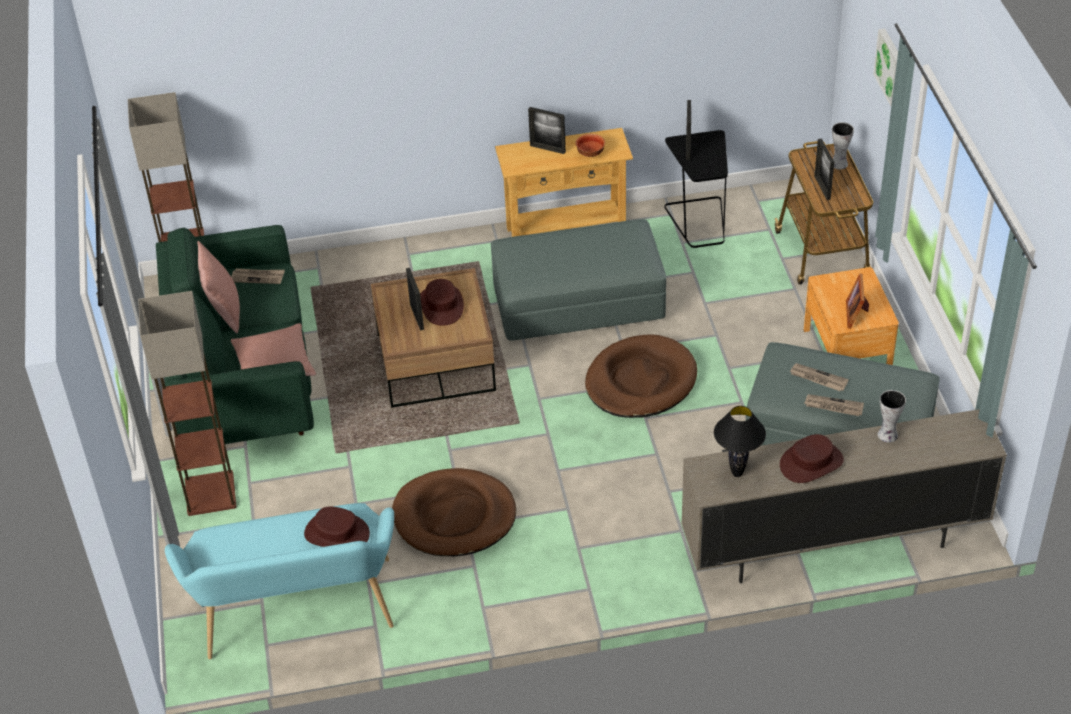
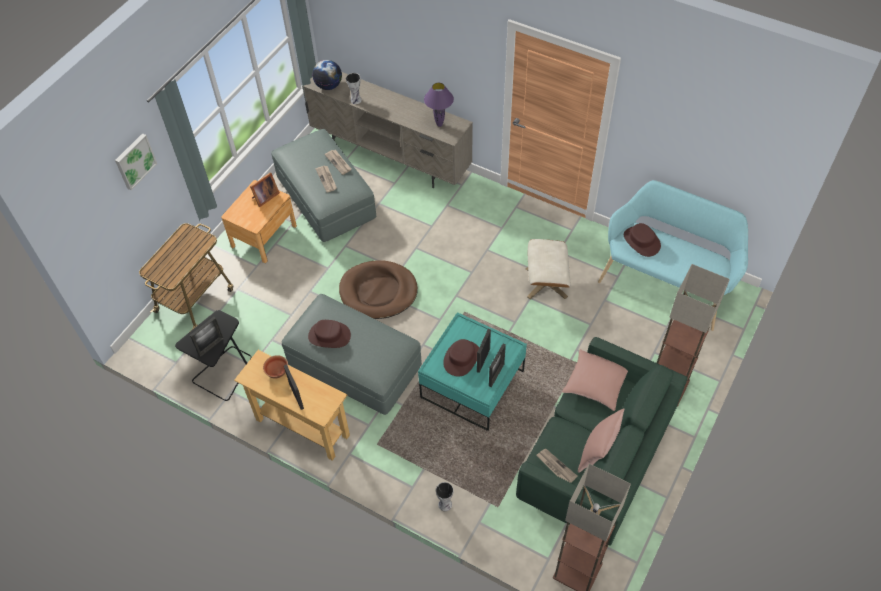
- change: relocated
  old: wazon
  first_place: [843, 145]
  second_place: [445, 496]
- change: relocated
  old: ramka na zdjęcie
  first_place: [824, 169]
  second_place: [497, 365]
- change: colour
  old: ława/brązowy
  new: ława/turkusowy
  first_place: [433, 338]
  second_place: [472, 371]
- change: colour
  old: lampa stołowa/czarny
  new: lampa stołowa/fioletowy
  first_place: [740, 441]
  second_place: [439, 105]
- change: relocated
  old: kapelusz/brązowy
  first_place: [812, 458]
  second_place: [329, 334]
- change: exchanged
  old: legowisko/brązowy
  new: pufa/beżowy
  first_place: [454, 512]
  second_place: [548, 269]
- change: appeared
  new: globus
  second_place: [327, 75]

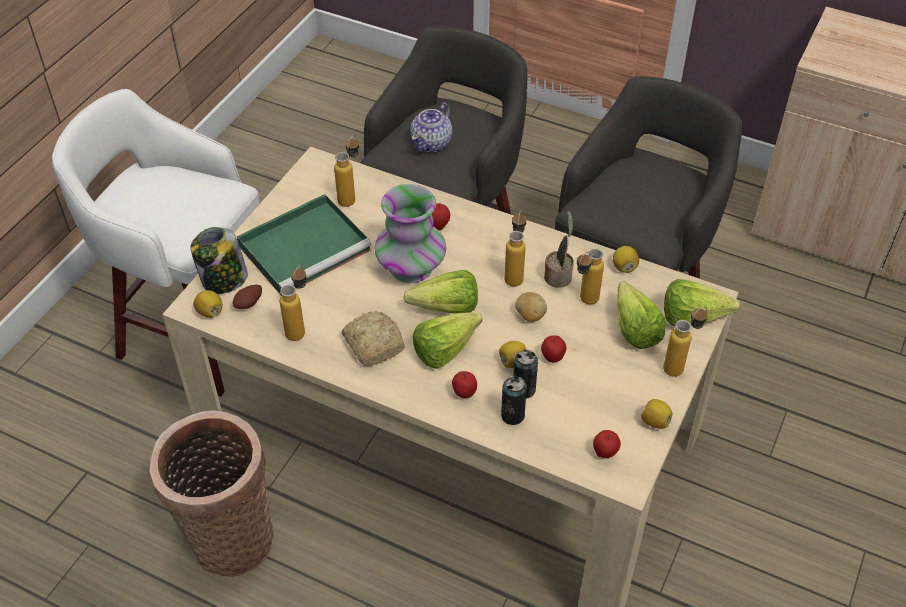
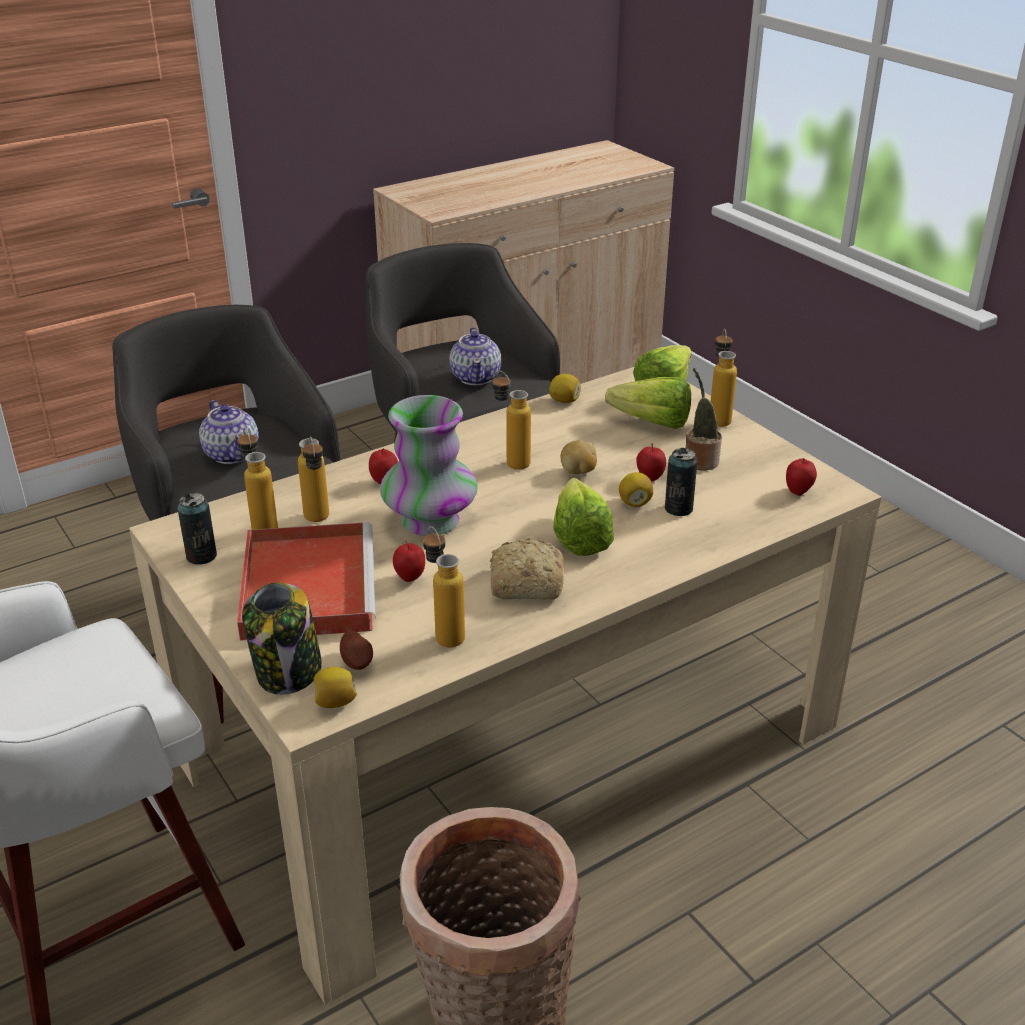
- change: colour
  old: taca/zielony
  new: taca/czerwony
  first_place: [304, 245]
  second_place: [306, 581]
- change: relocated
  old: roślina doniczkowa
  first_place: [559, 249]
  second_place: [704, 419]
- change: relocated
  old: butelka
  first_place: [590, 276]
  second_place: [313, 479]
- change: missing
  old: sałata
  first_place: [440, 291]
- change: relocated
  old: jabłko
  first_place: [464, 384]
  second_place: [409, 561]
- change: relocated
  old: puszka
  first_place: [514, 400]
  second_place: [197, 528]
- change: missing
  old: cytryna
  first_place: [656, 414]
- change: appeared
  new: imbryk
  second_place: [475, 356]

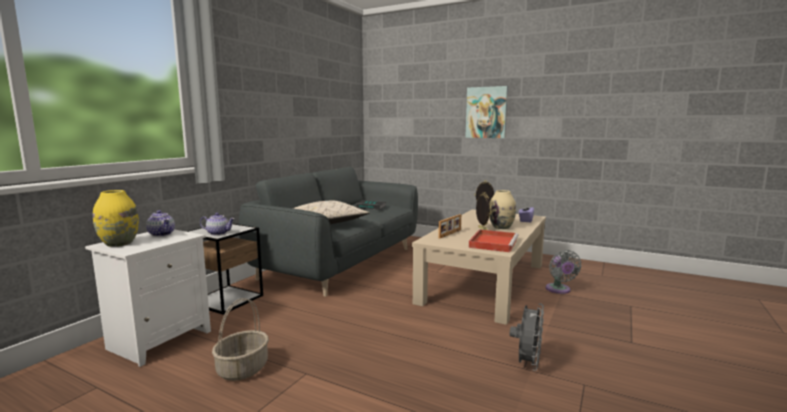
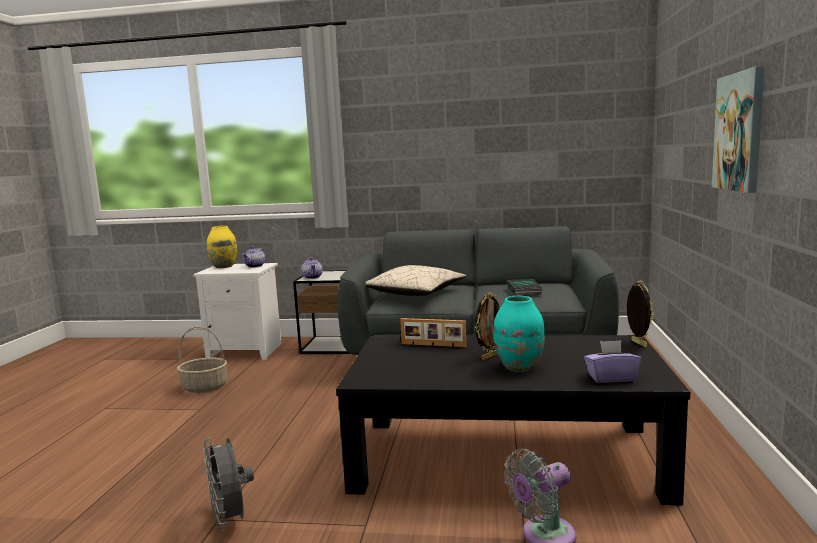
- change: colour
  old: wazon/beżowy
  new: wazon/turkusowy
  first_place: [503, 209]
  second_place: [519, 334]
- change: colour
  old: ława/beżowy
  new: ława/czarny
  first_place: [479, 267]
  second_place: [513, 420]
- change: missing
  old: taca/czerwony
  first_place: [494, 240]
- change: spun
  old: wentylator/szary
  first_place: [527, 337]
  second_place: [228, 484]
  degrees: 60

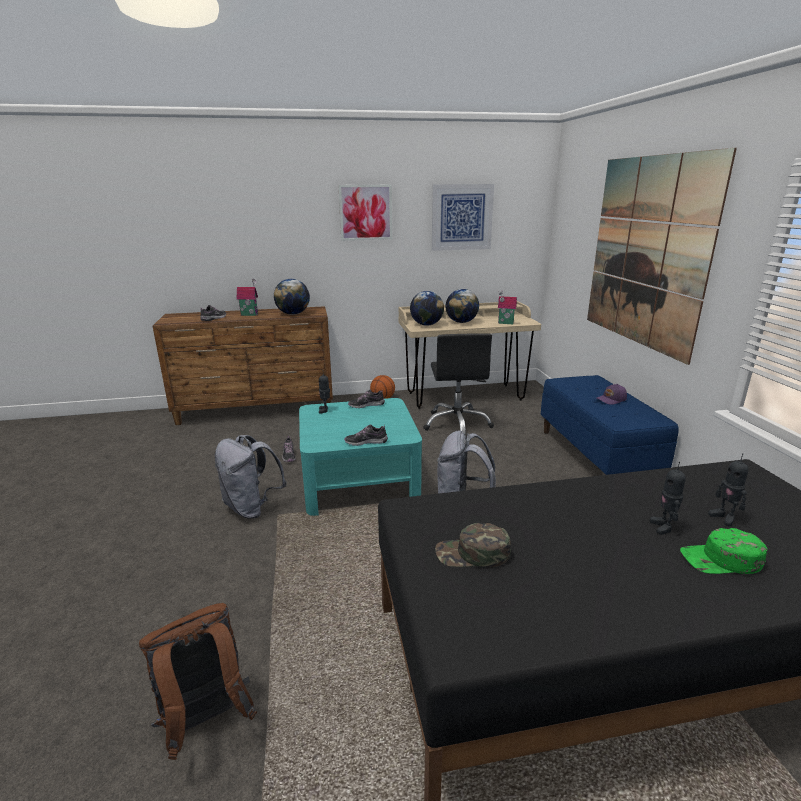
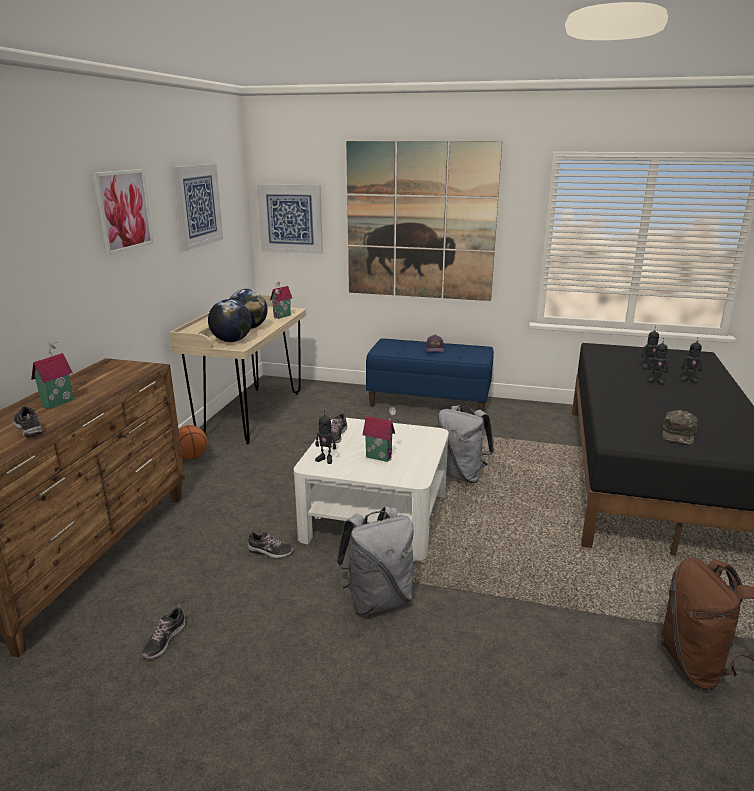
- change: missing
  old: globus
  first_place: [292, 297]
- change: missing
  old: krzesło biurowe/czarny
  first_place: [458, 384]
- change: colour
  old: ława/turkusowy
  new: ława/biały
  first_place: [360, 457]
  second_place: [371, 489]
- change: relocated
  old: but
  first_place: [366, 435]
  second_place: [164, 631]
- change: exchanged
  old: czapka z daszkiem/zielony
  new: robot zabawkowy
  first_place: [723, 551]
  second_place: [691, 361]
- change: appeared
  new: obraz
  second_place: [290, 219]
- change: appeared
  new: domek
  second_place: [379, 434]

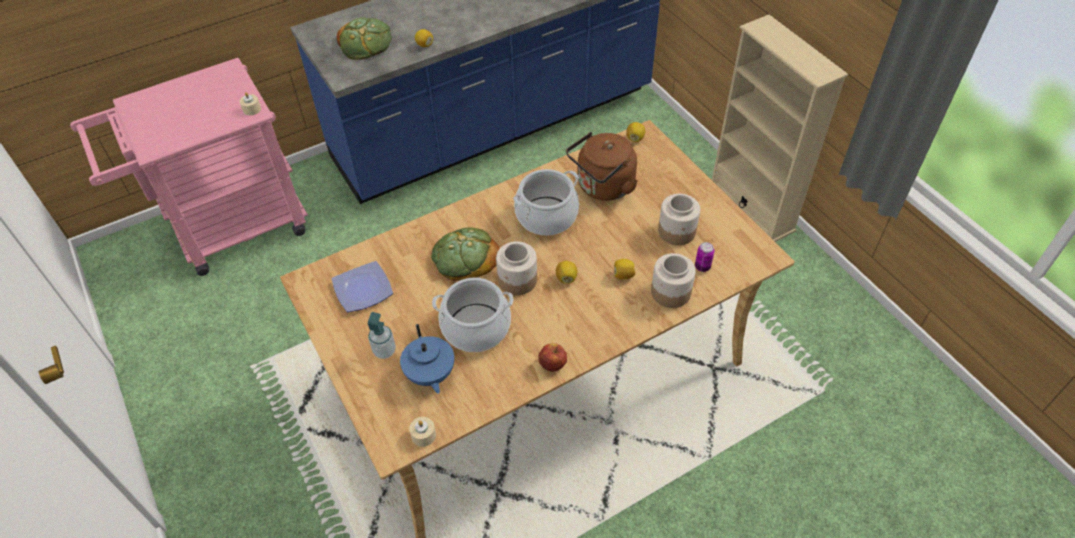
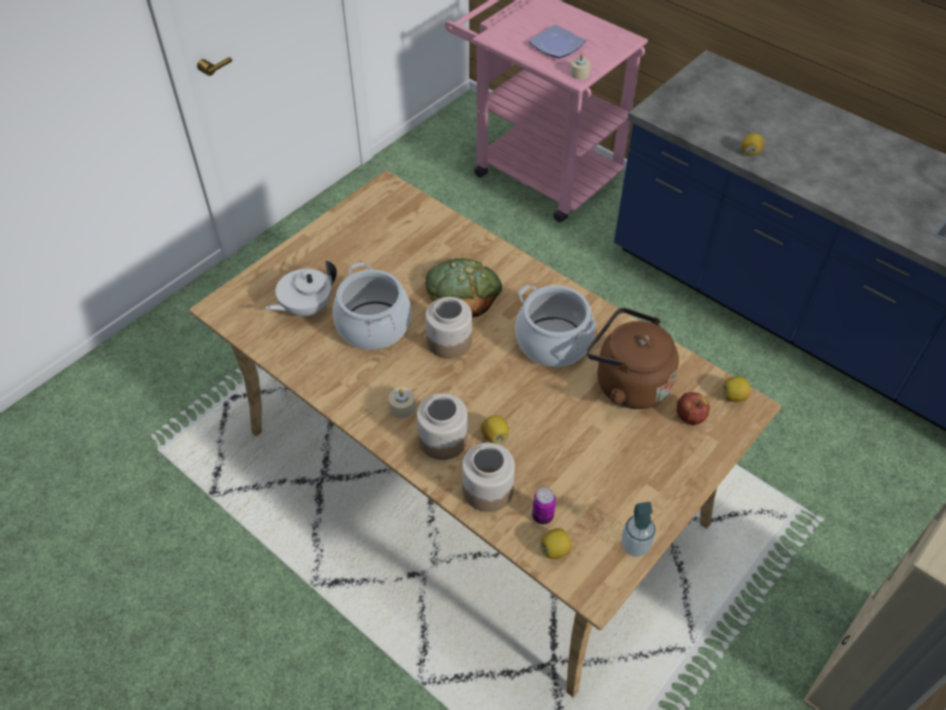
- change: missing
  old: chleb
  first_place: [364, 38]
- change: relocated
  old: słoik
  first_place: [679, 219]
  second_place: [442, 426]
- change: relocated
  old: talerz
  first_place: [362, 286]
  second_place: [557, 41]
- change: relocated
  old: cytryna
  first_place: [566, 272]
  second_place: [556, 543]
- change: relocated
  old: dozownik mydła
  first_place: [382, 335]
  second_place: [638, 529]
- change: colour
  old: imbryk/niebieski
  new: imbryk/biały
  first_place: [427, 359]
  second_place: [301, 288]
- change: relocated
  old: jabłko
  first_place: [552, 357]
  second_place: [693, 408]
- change: relocated
  old: świeca/beżowy
  first_place: [422, 432]
  second_place: [402, 402]

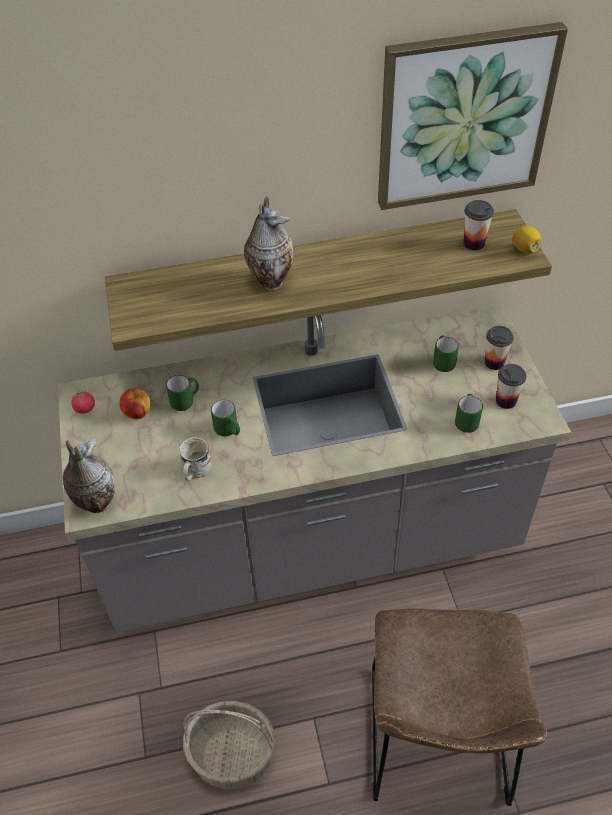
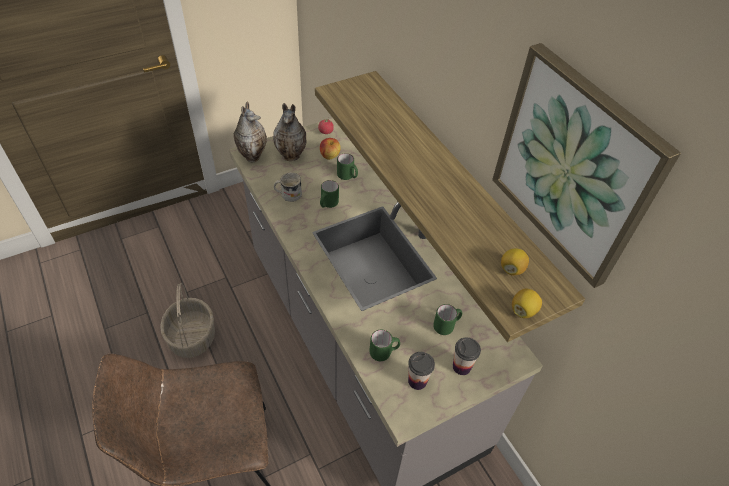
- change: relocated
  old: wazon
  first_place: [269, 243]
  second_place: [289, 132]
- change: exchanged
  old: filiżanka
  new: cytryna
  first_place: [478, 225]
  second_place: [515, 262]

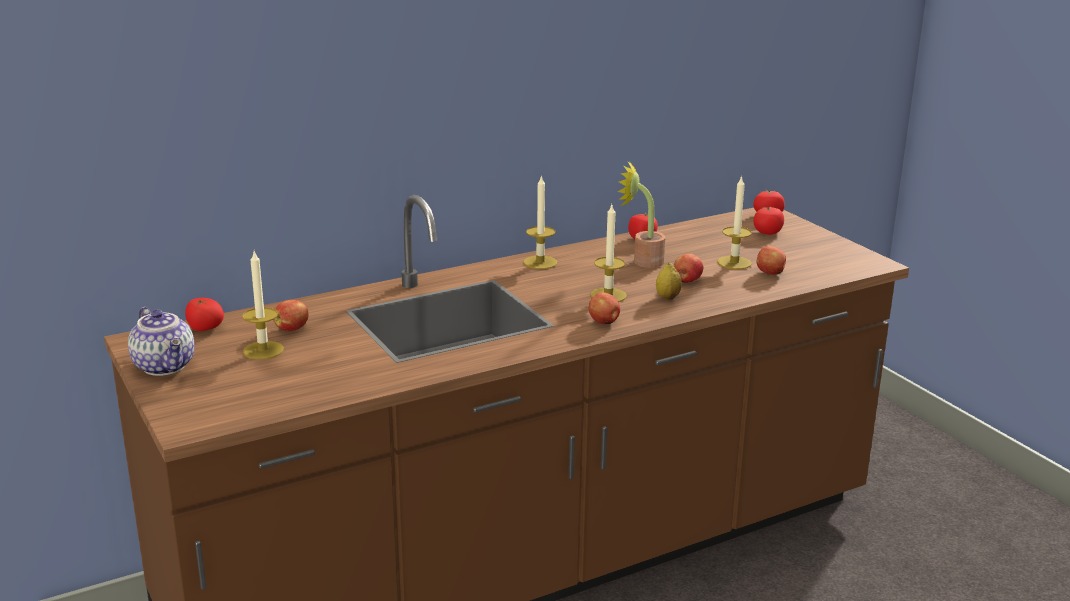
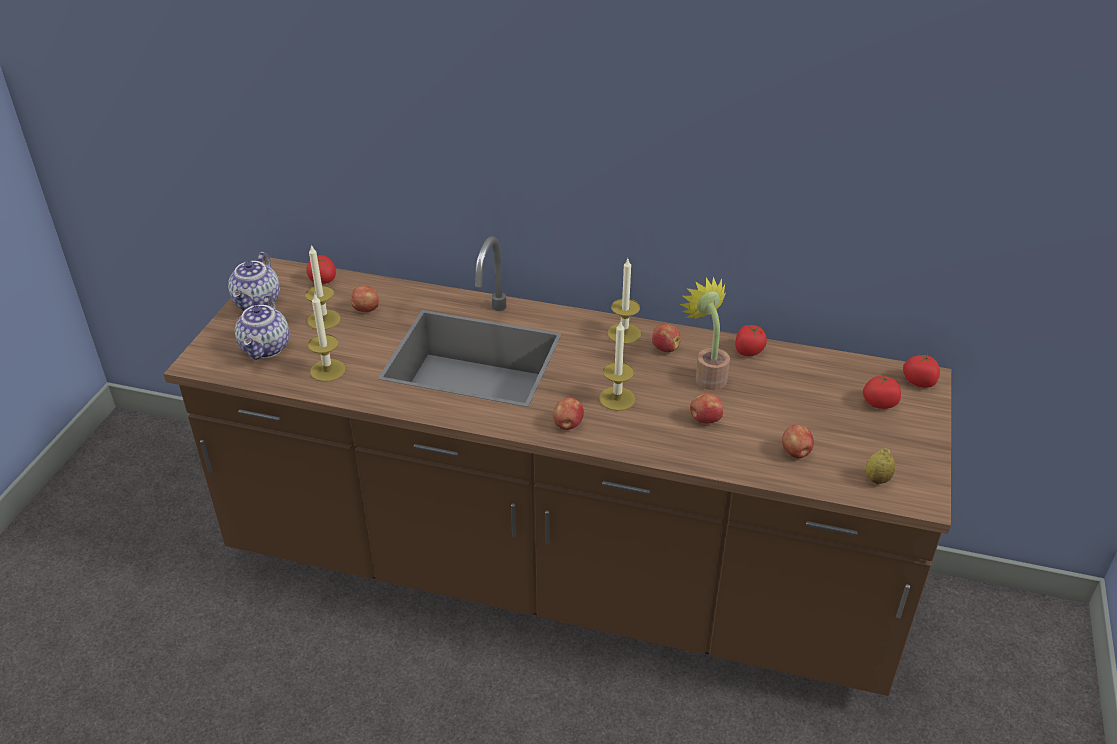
- change: relocated
  old: świeca
  first_place: [734, 222]
  second_place: [327, 337]
- change: relocated
  old: cytryna
  first_place: [669, 281]
  second_place: [880, 466]
- change: appeared
  new: imbryk
  second_place: [262, 327]
- change: appeared
  new: jabłko
  second_place: [666, 338]

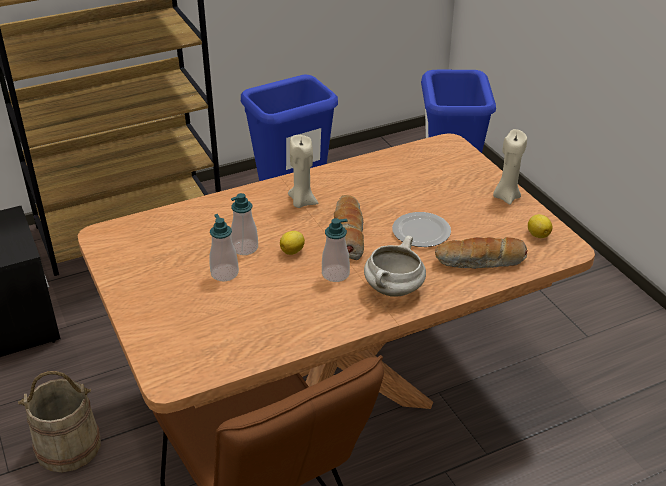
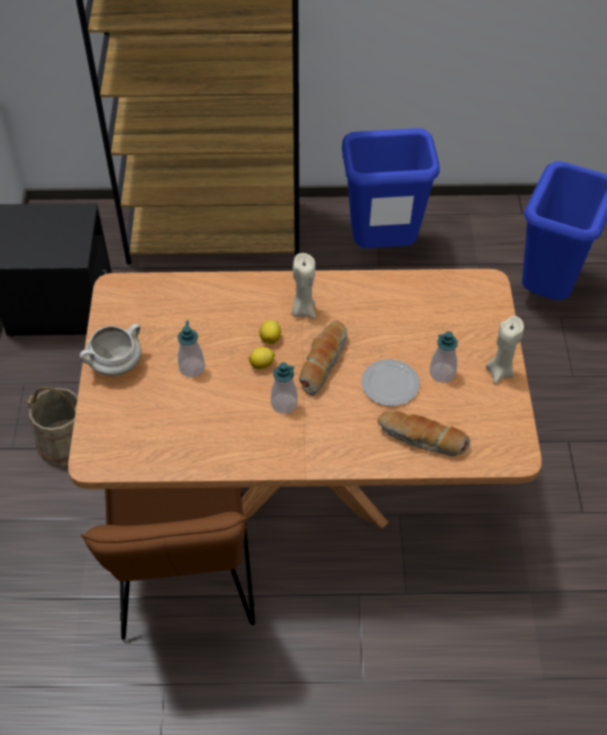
- change: relocated
  old: dozownik mydła
  first_place: [244, 224]
  second_place: [444, 356]
- change: relocated
  old: cytryna
  first_place: [540, 226]
  second_place: [270, 332]
- change: relocated
  old: garnek/biały
  first_place: [395, 266]
  second_place: [110, 349]

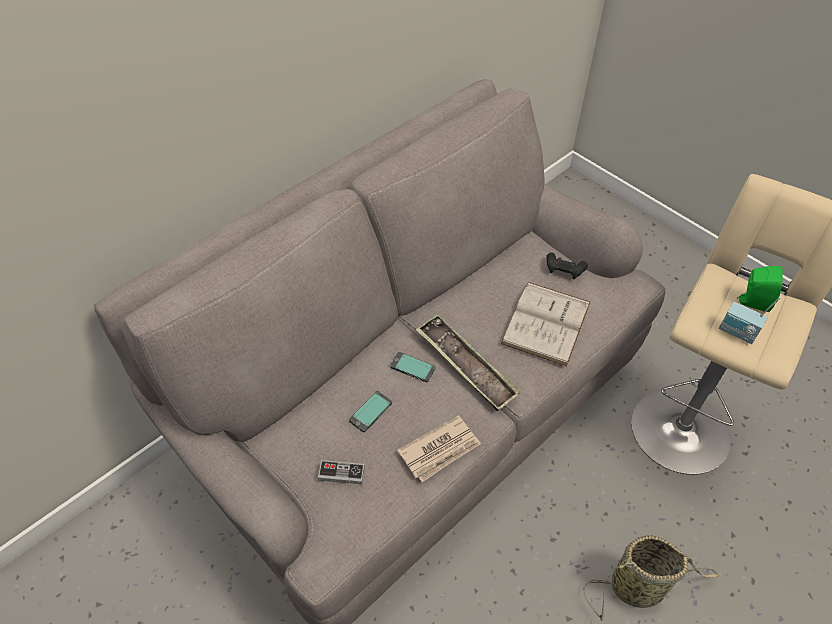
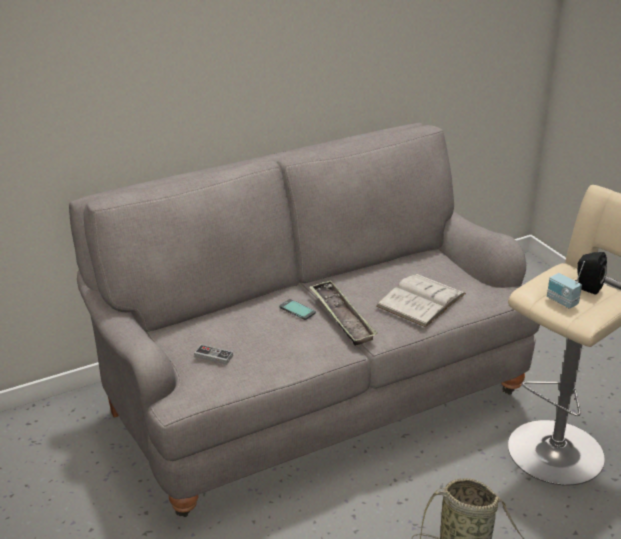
- change: missing
  old: pad do gier/czarny
  first_place: [567, 266]
- change: colour
  old: głośnik/zielony
  new: głośnik/czarny
  first_place: [760, 289]
  second_place: [591, 273]
- change: missing
  old: telefon
  first_place: [370, 411]
- change: missing
  old: gazeta
  first_place: [439, 448]

